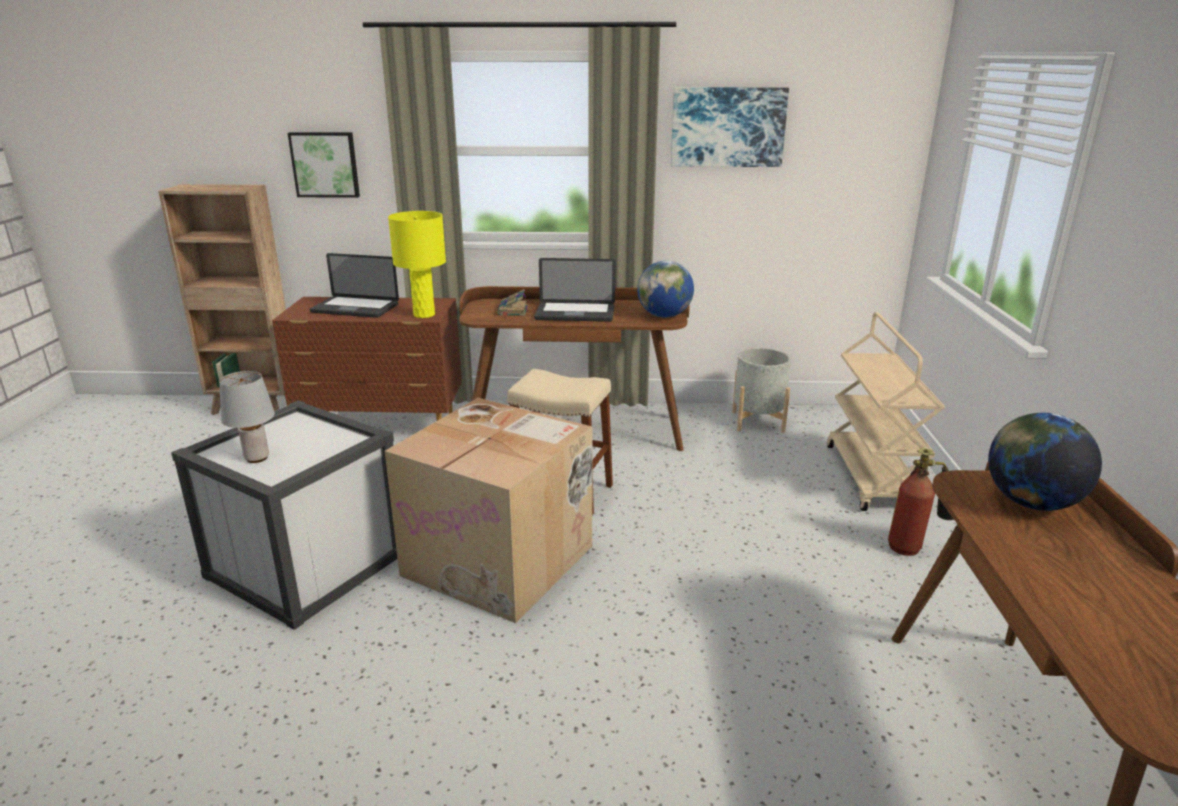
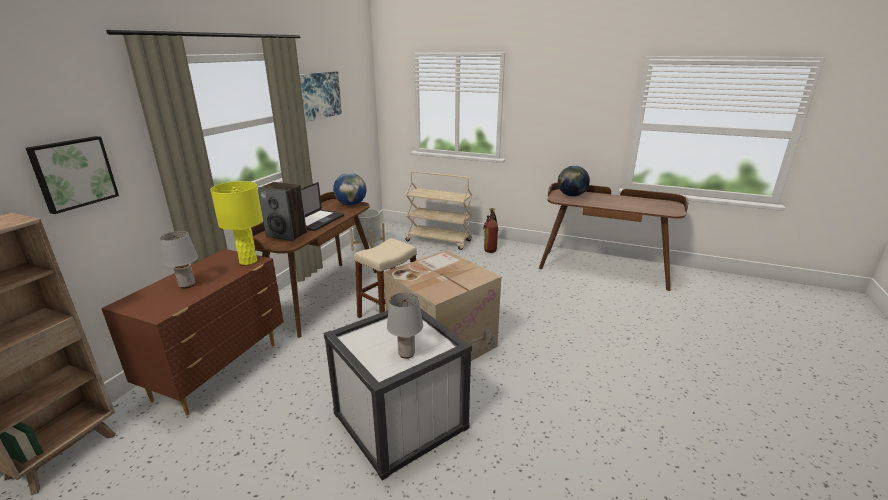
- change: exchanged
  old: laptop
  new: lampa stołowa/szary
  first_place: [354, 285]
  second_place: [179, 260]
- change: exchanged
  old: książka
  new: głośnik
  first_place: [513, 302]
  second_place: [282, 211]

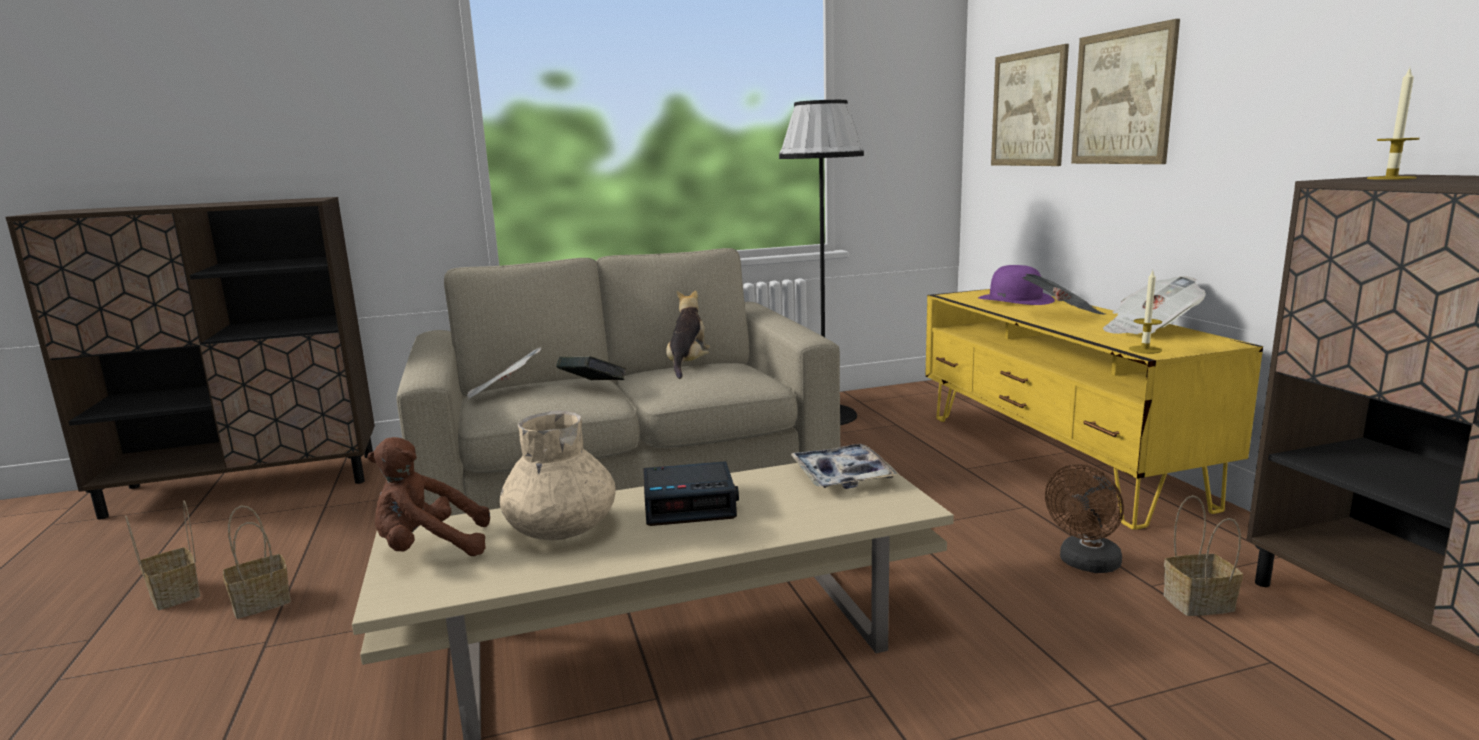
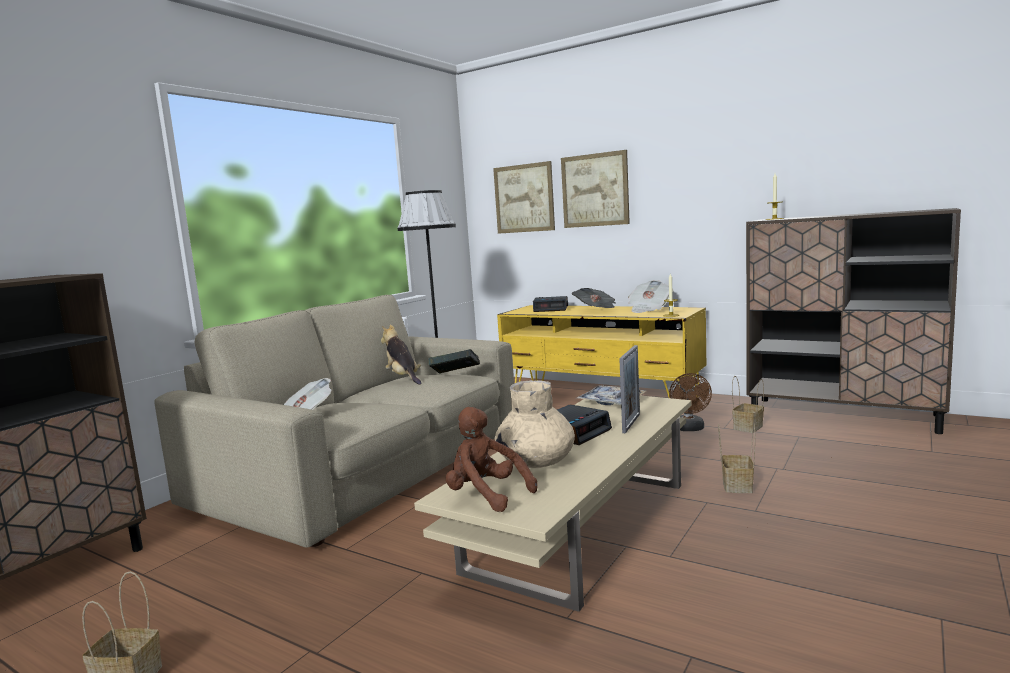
- change: exchanged
  old: kapelusz/fioletowy
  new: budzik
  first_place: [1016, 285]
  second_place: [550, 304]
- change: relocated
  old: książka
  first_place: [591, 368]
  second_place: [454, 361]
- change: spun
  old: pluszak/brązowy
  first_place: [428, 496]
  second_place: [492, 459]
  degrees: 90
- change: relocated
  old: koszyk
  first_place: [257, 562]
  second_place: [736, 458]
- change: appeared
  new: ramka na zdjęcie
  second_place: [629, 389]

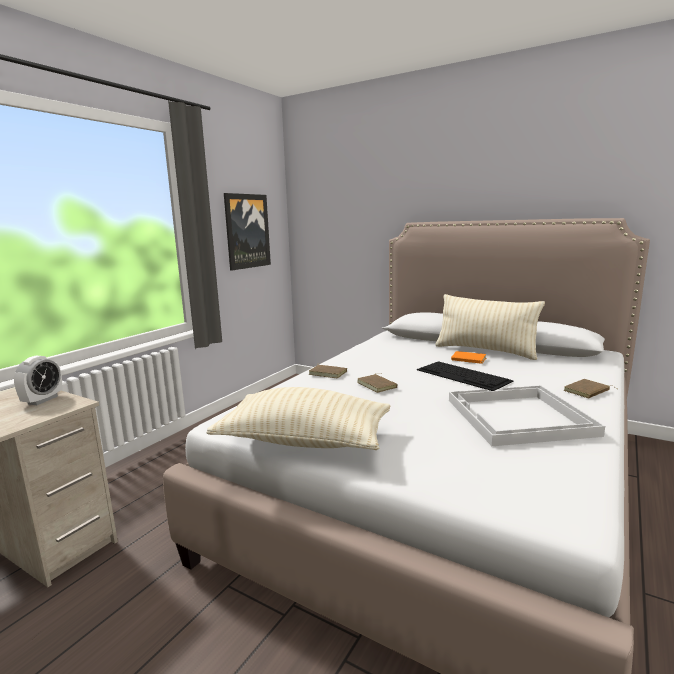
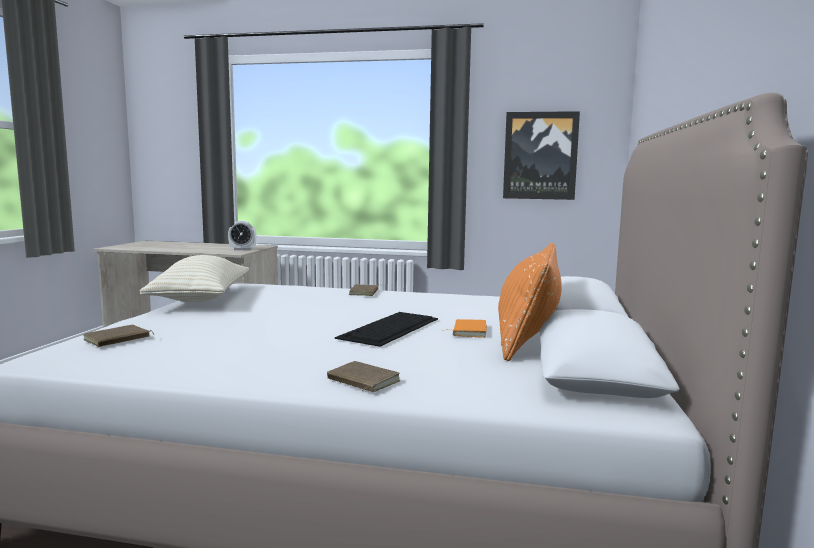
- change: colour
  old: poduszka/beżowy
  new: poduszka/pomarańczowy
  first_place: [490, 327]
  second_place: [530, 302]
- change: relocated
  old: książka/brązowy
  first_place: [377, 383]
  second_place: [118, 336]
- change: missing
  old: taca/biały
  first_place: [527, 415]

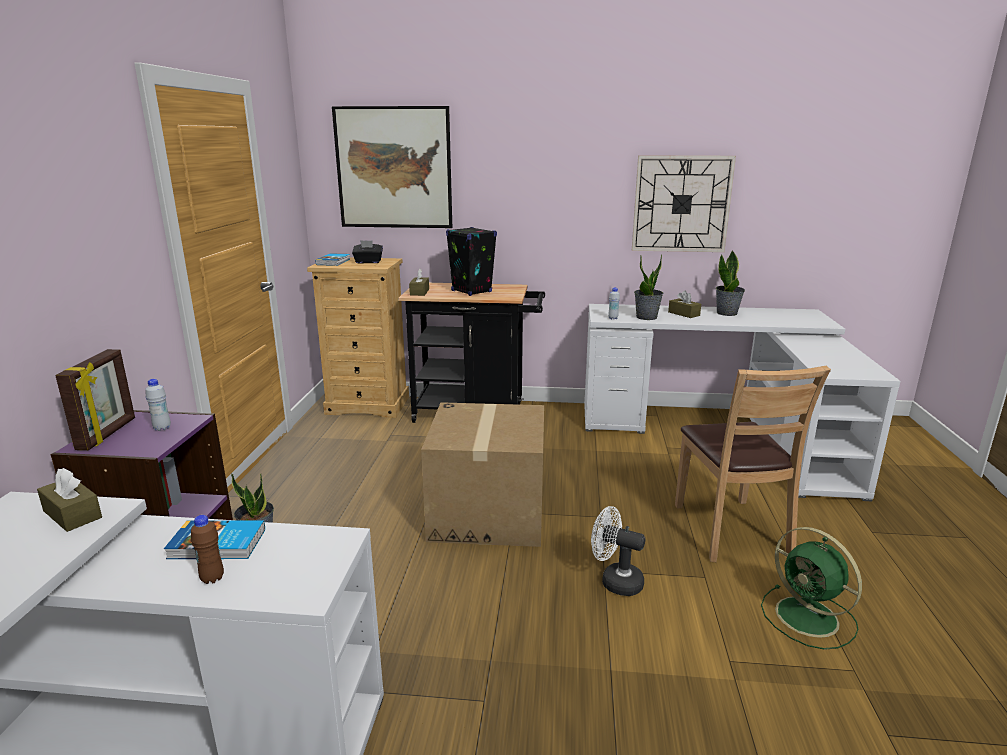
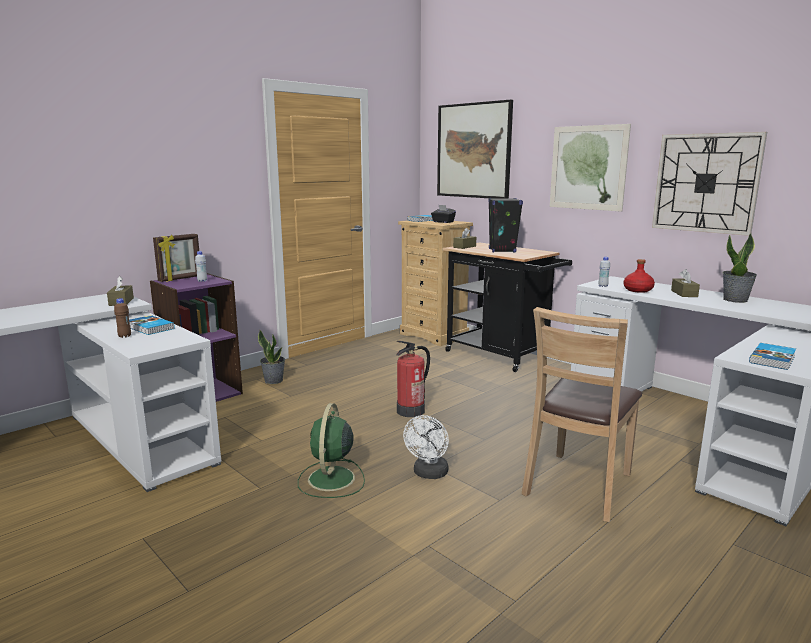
- change: exchanged
  old: roślina doniczkowa
  new: butelka/czerwony
  first_place: [648, 287]
  second_place: [639, 276]
- change: exchanged
  old: karton
  new: gaśnica
  first_place: [482, 474]
  second_place: [413, 379]
- change: spun
  old: wentylator/biały
  first_place: [618, 551]
  second_place: [426, 447]
  degrees: -135
- change: relocated
  old: wentylator/zielony
  first_place: [811, 588]
  second_place: [331, 450]
- change: appeared
  new: obraz
  second_place: [590, 168]
- change: appeared
  new: książka
  second_place: [772, 356]

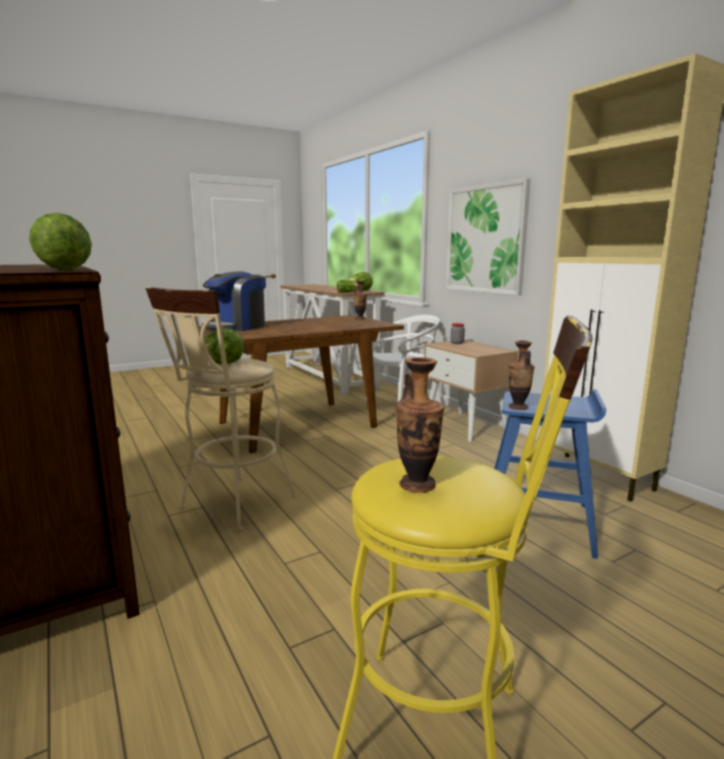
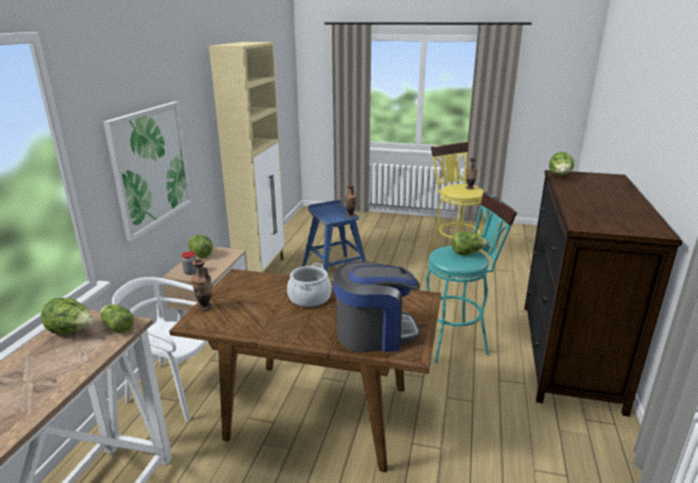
- change: colour
  old: stołek/beżowy
  new: stołek/turkusowy
  first_place: [220, 409]
  second_place: [471, 277]
- change: appeared
  new: sałata
  second_place: [200, 246]
- change: appeared
  new: garnek
  second_place: [309, 285]

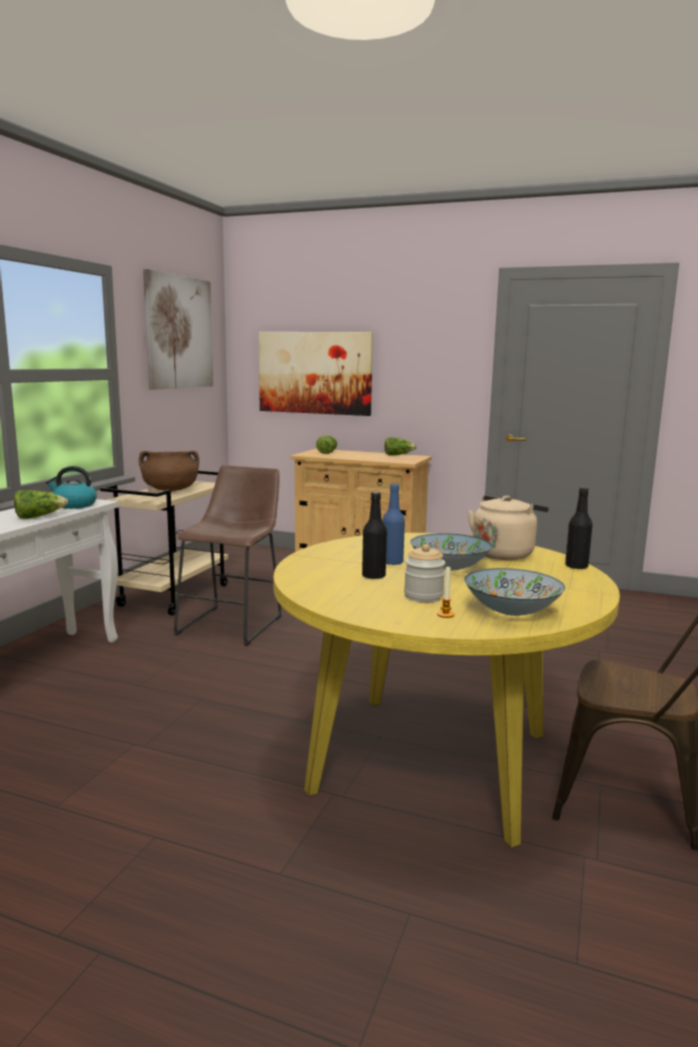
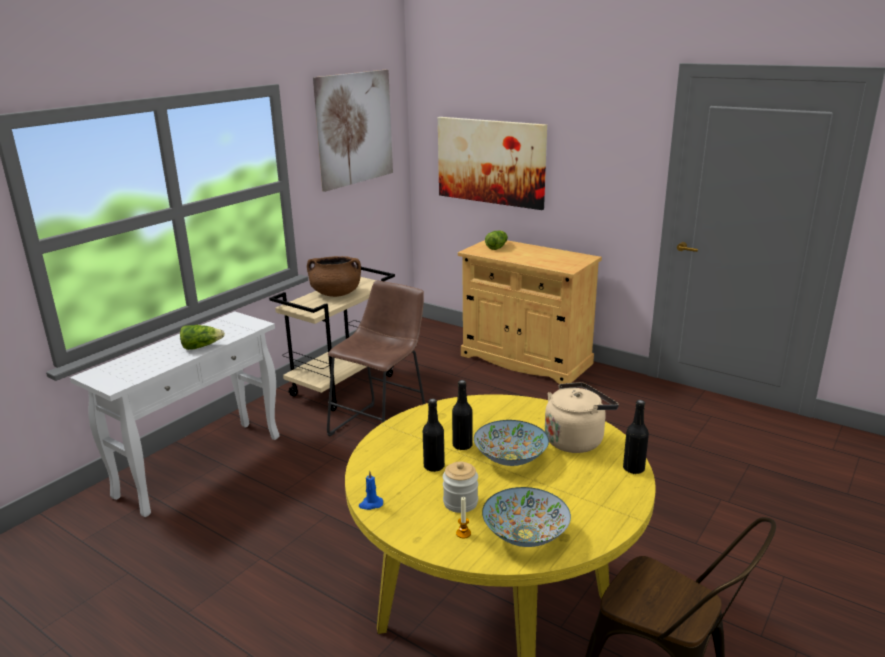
- change: missing
  old: sałata
  first_place: [401, 446]
- change: missing
  old: czajnik
  first_place: [71, 487]
- change: colour
  old: butelka/niebieski
  new: butelka/czarny
  first_place: [393, 524]
  second_place: [462, 415]
- change: appeared
  new: świeca/niebieski
  second_place: [371, 490]

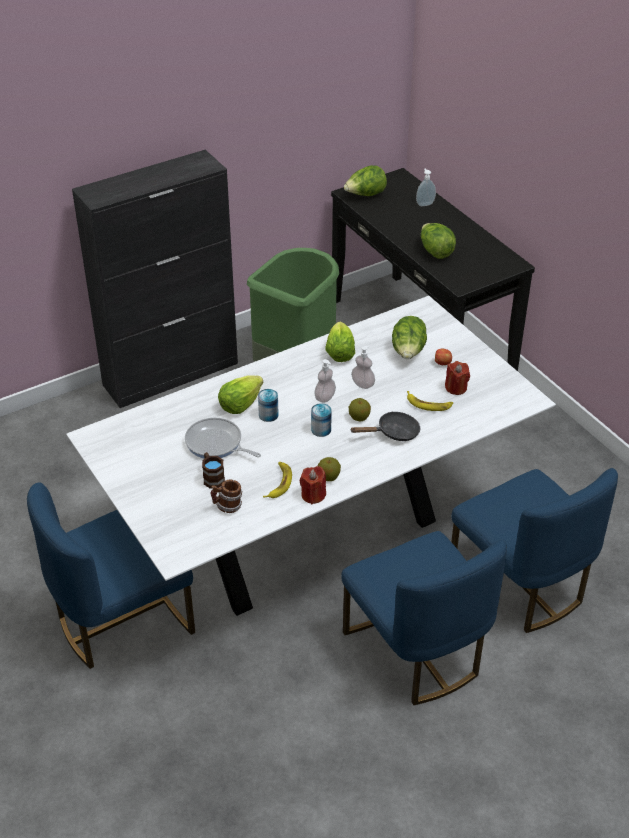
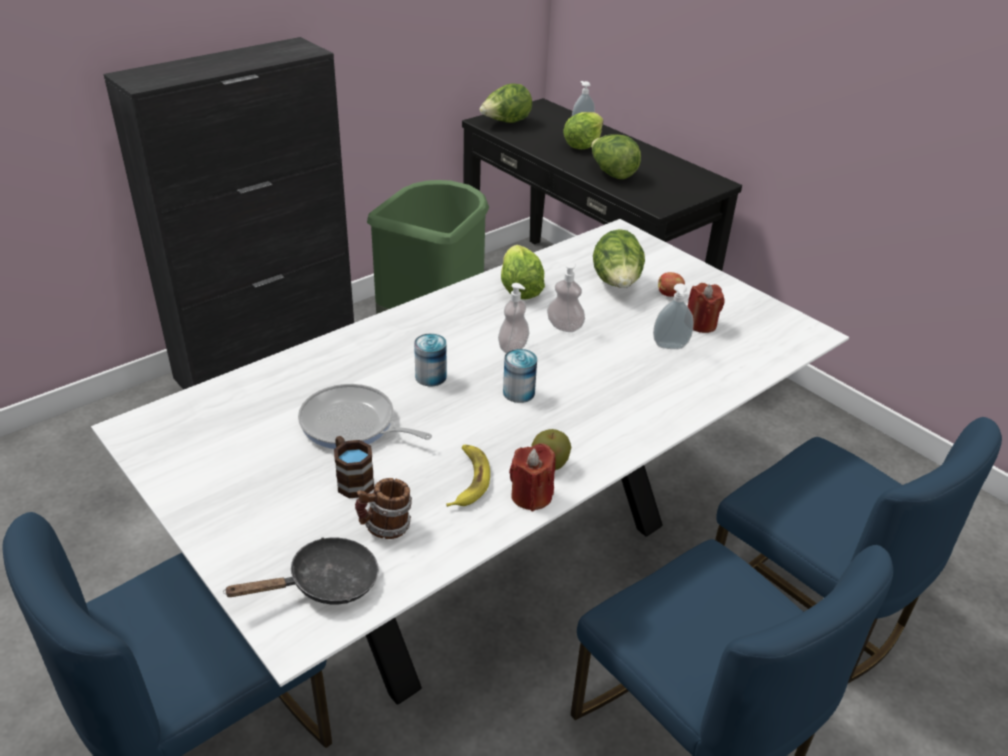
- change: relocated
  old: sałata
  first_place: [240, 395]
  second_place: [583, 130]
- change: exchanged
  old: banan
  new: dozownik mydła
  first_place: [430, 401]
  second_place: [673, 316]
- change: missing
  old: jabłko
  first_place: [360, 409]
- change: relocated
  old: patelnia/czarny
  first_place: [385, 426]
  second_place: [301, 570]

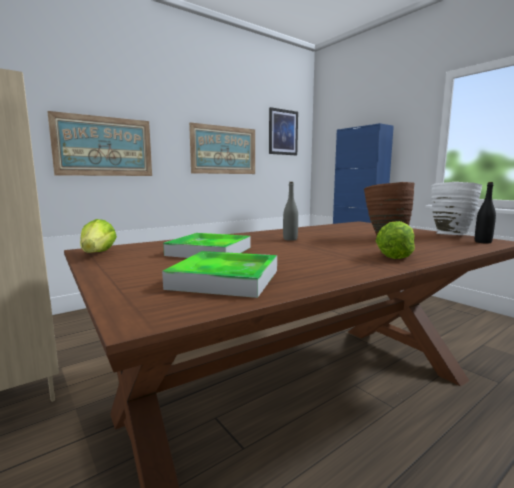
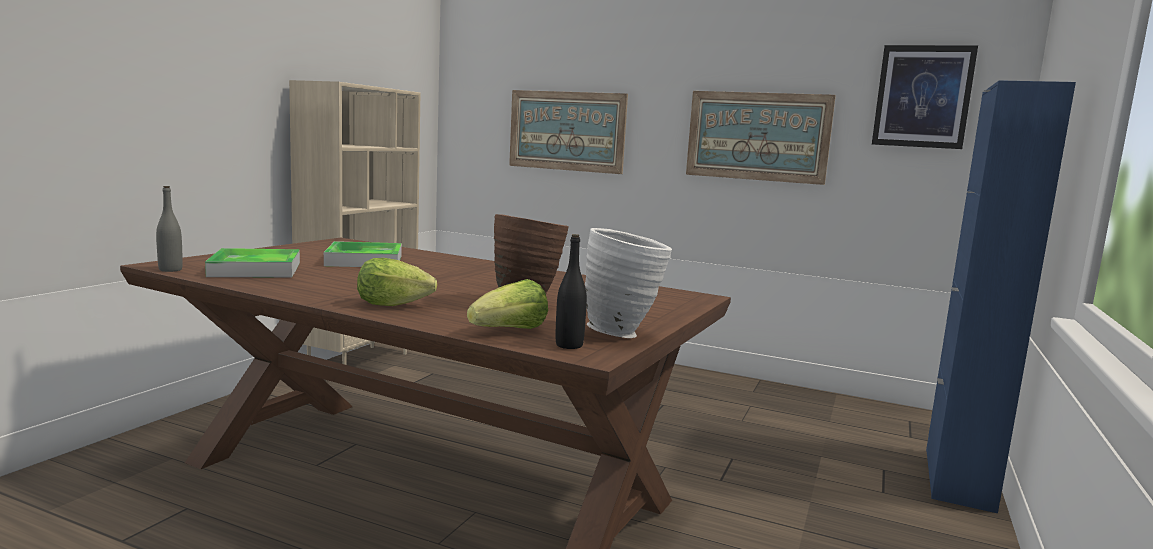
- change: relocated
  old: butelka/szary
  first_place: [290, 211]
  second_place: [169, 229]
- change: relocated
  old: sałata
  first_place: [98, 236]
  second_place: [507, 304]

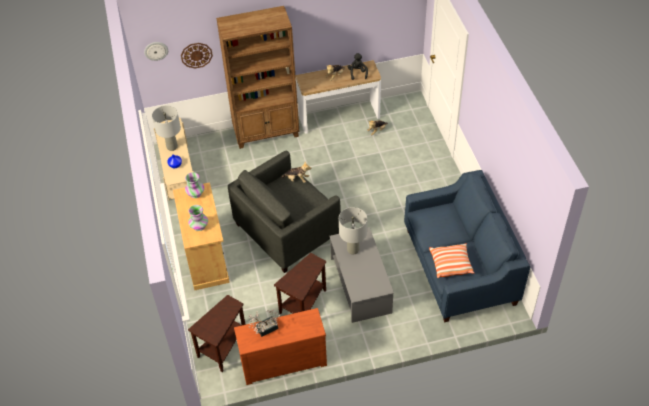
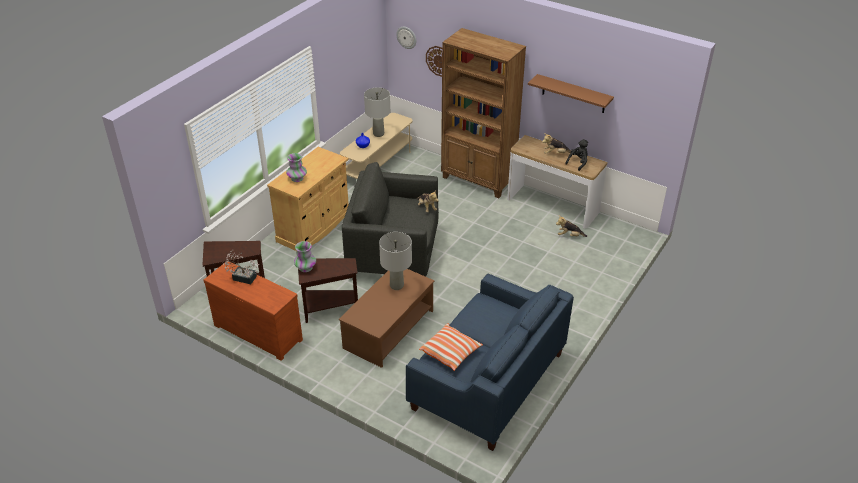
- change: relocated
  old: wazon
  first_place: [194, 185]
  second_place: [305, 256]
- change: colour
  old: ława/szary
  new: ława/brązowy
  first_place: [361, 275]
  second_place: [386, 318]
- change: appeared
  new: półka/brązowy
  second_place: [571, 93]

